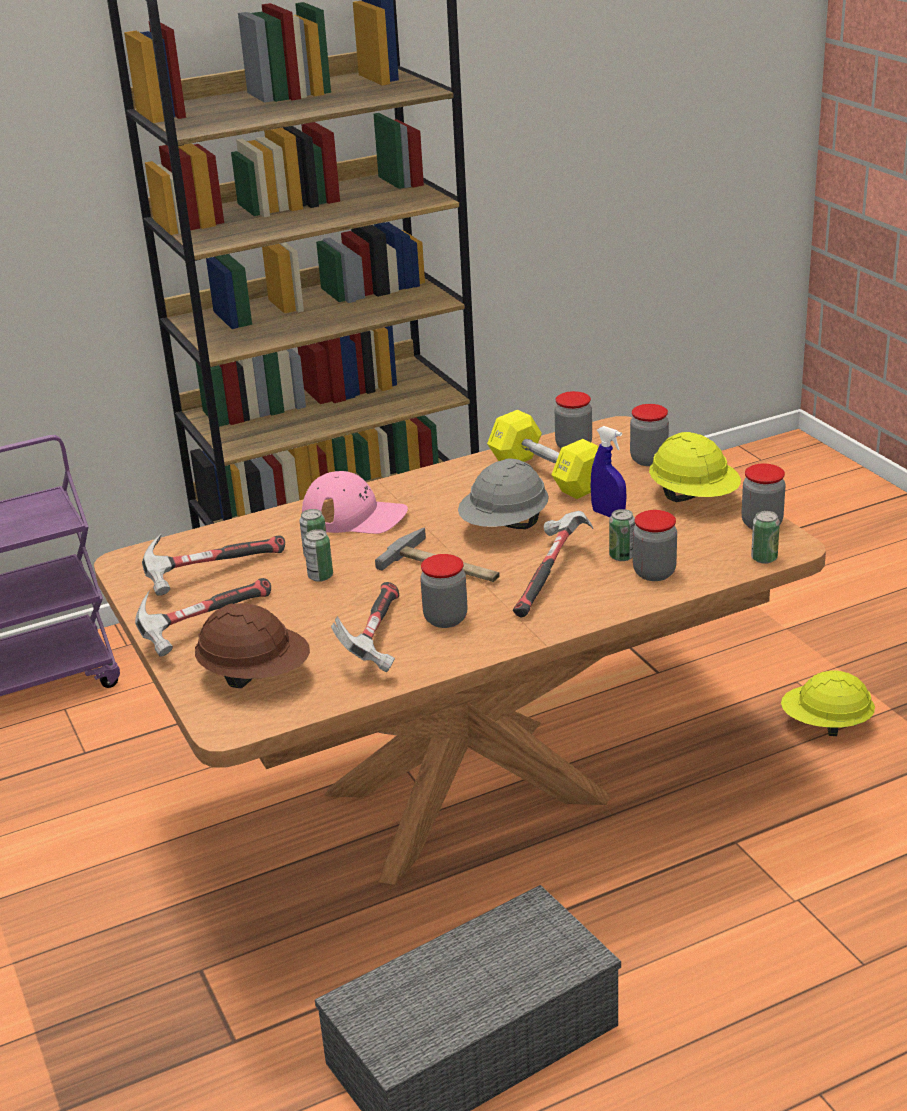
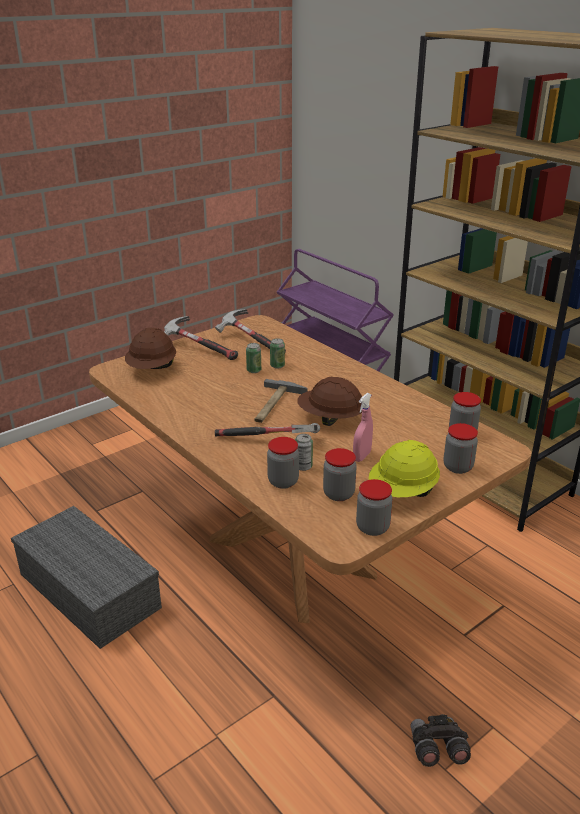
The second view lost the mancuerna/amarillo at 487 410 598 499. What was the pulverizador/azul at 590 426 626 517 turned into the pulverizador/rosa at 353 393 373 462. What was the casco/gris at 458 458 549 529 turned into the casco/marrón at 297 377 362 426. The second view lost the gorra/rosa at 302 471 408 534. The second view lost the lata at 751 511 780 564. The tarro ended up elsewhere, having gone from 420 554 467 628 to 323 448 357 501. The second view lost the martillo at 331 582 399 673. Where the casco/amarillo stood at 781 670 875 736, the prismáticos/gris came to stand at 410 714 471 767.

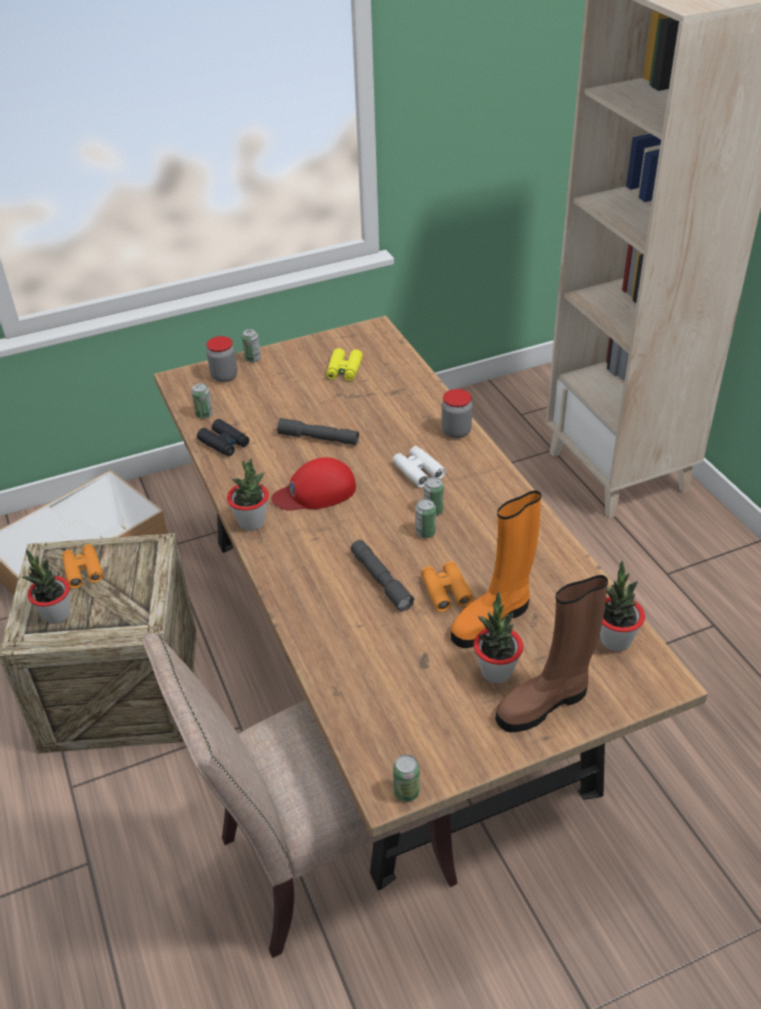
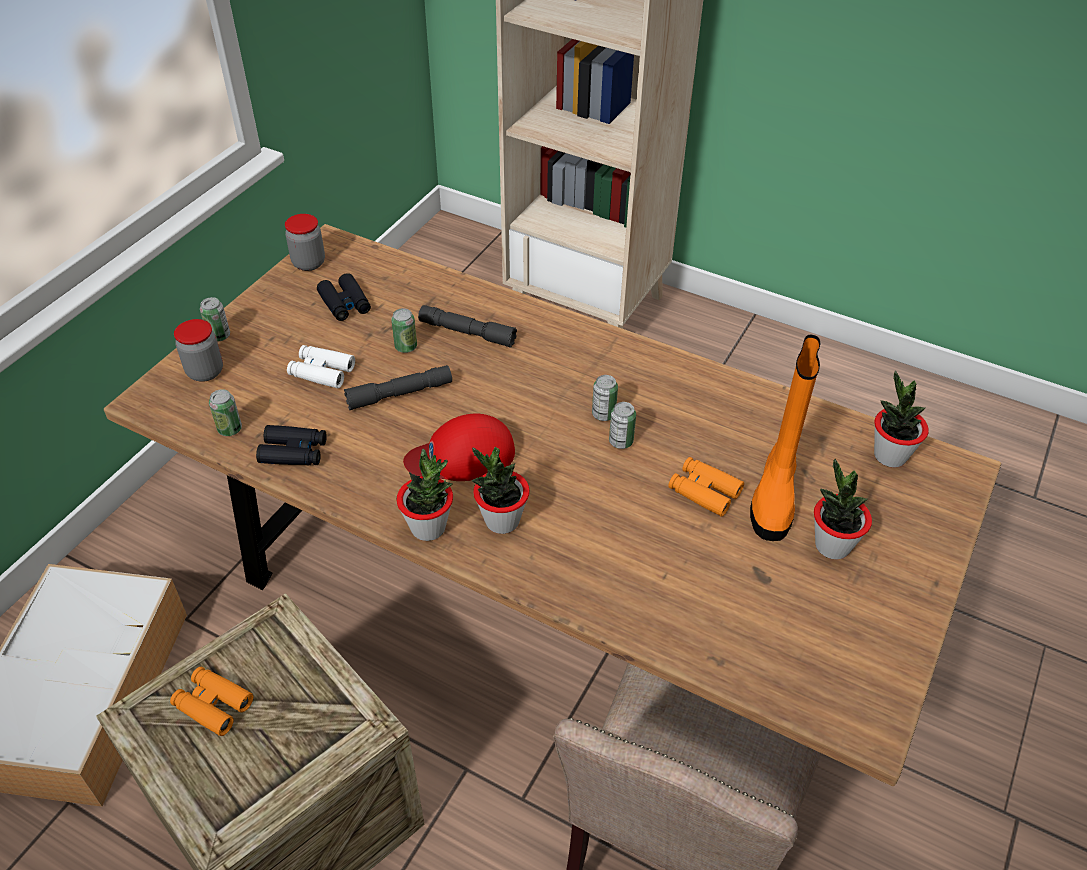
What was the prismáticos/amarillo at 326 348 363 381 turned into the prismáticos/negro at 317 273 371 321. The tarro ended up elsewhere, having gone from 442 389 472 438 to 285 214 325 271. The prismáticos/blanco ended up elsewhere, having gone from 393 446 446 487 to 287 345 355 388. The gorra/rojo at 271 457 356 510 ended up facing another way, 45 degrees clockwise from before. The linterna/gris ended up elsewhere, having gone from 351 540 414 612 to 418 305 517 348. The planta en maceta ended up elsewhere, having gone from 22 549 70 624 to 472 447 530 534. The second view lost the bota/marrón at 496 575 608 732. The lata ended up elsewhere, having gone from 393 755 420 802 to 391 308 417 353.

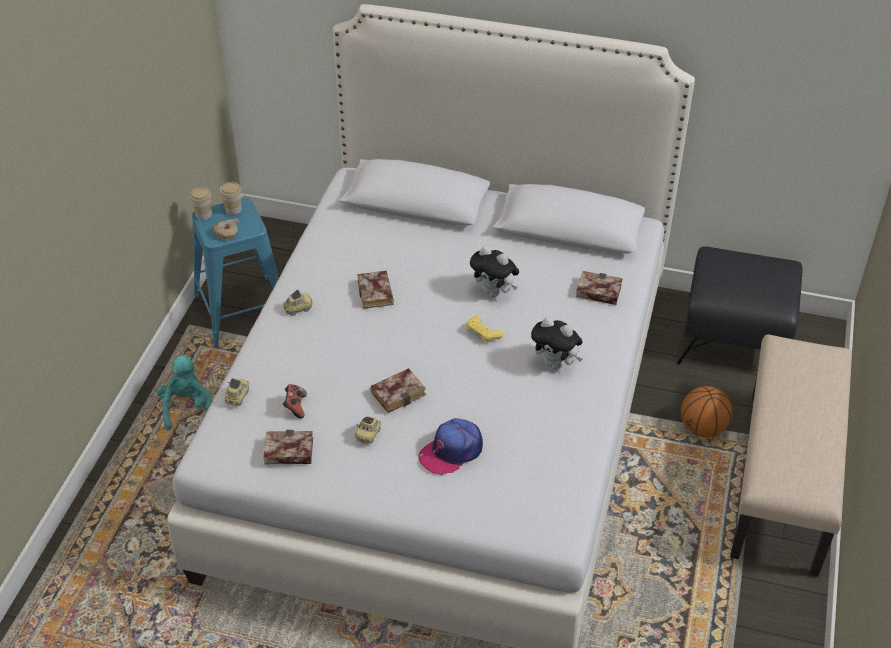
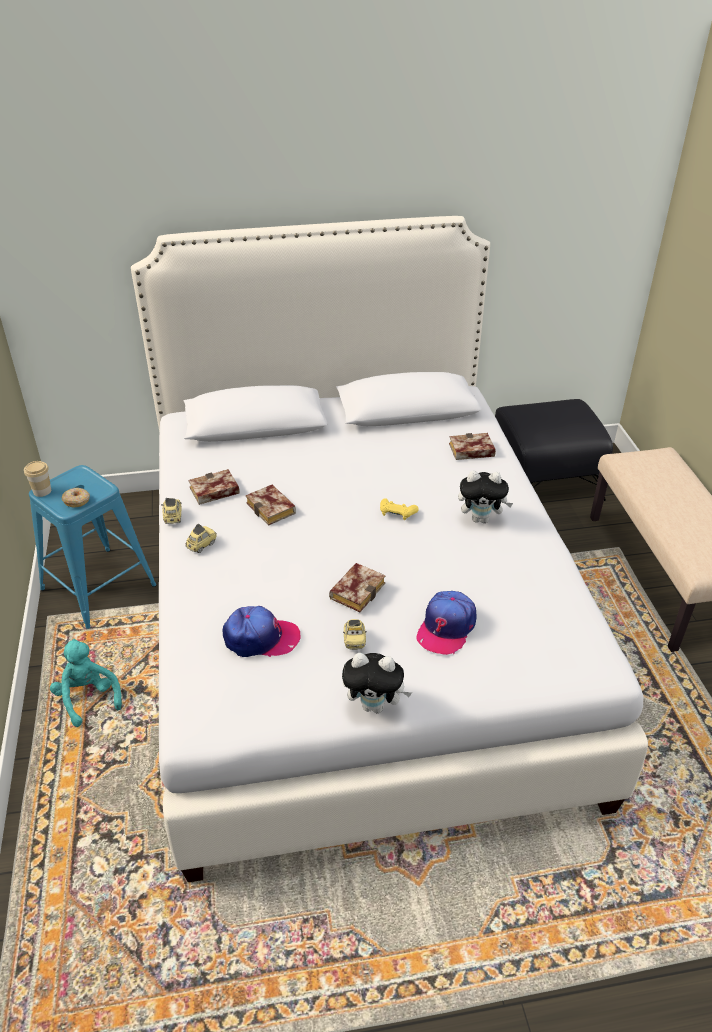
The second view lost the taza at 220 182 242 215. The peluche ended up elsewhere, having gone from 470 246 519 297 to 342 653 412 713. The coche de juguete ended up elsewhere, having gone from 225 378 249 406 to 161 498 182 524. Where the mando de consola stood at 283 384 307 418, the gorra came to stand at 223 606 300 657. The second view lost the balón de baloncesto at 681 386 732 438. The libro ended up elsewhere, having gone from 263 430 313 464 to 189 469 240 505.

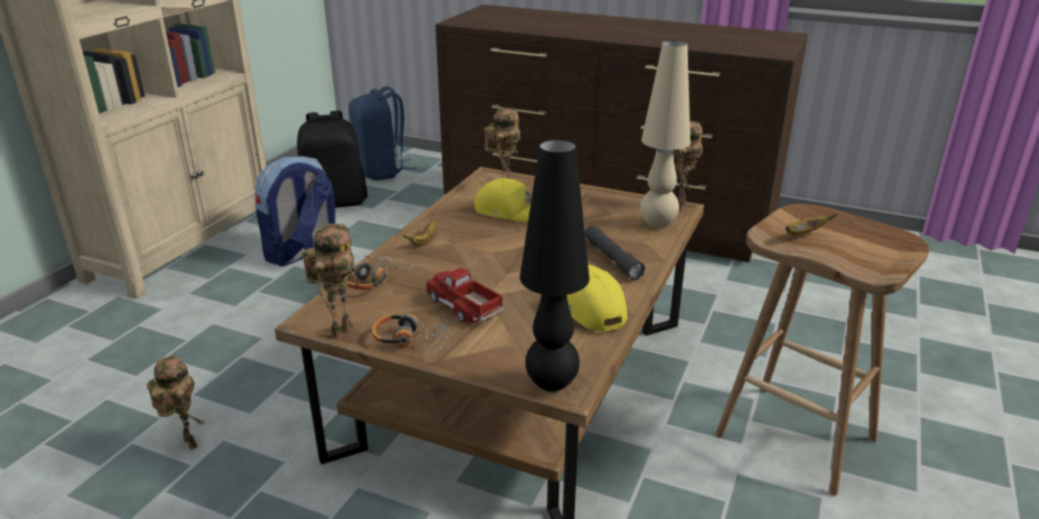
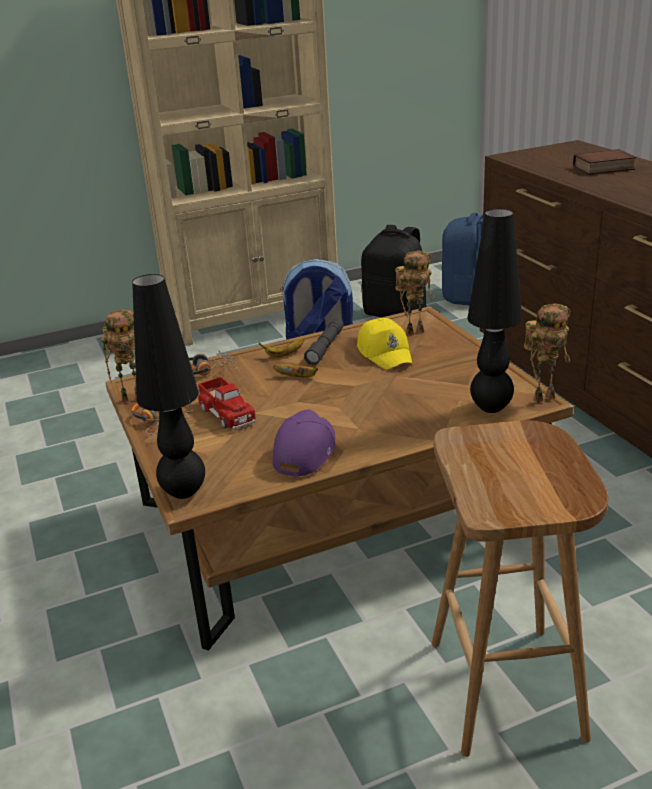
What was the lámpara de mesa/beis at 640 40 691 228 turned into the lámpara de mesa/negro at 467 209 523 413. The plátano ended up elsewhere, having gone from 786 213 837 235 to 273 364 318 377. The linterna/gris ended up elsewhere, having gone from 585 225 645 280 to 304 318 344 365. What was the gorra/amarillo at 567 264 627 332 turned into the gorra/morado at 272 409 335 477. The camión de juguete at 425 268 504 323 ended up facing another way, 150 degrees clockwise from before. The second view lost the robot de juguete at 147 356 204 450. The second view gained the libro at 573 149 636 175.

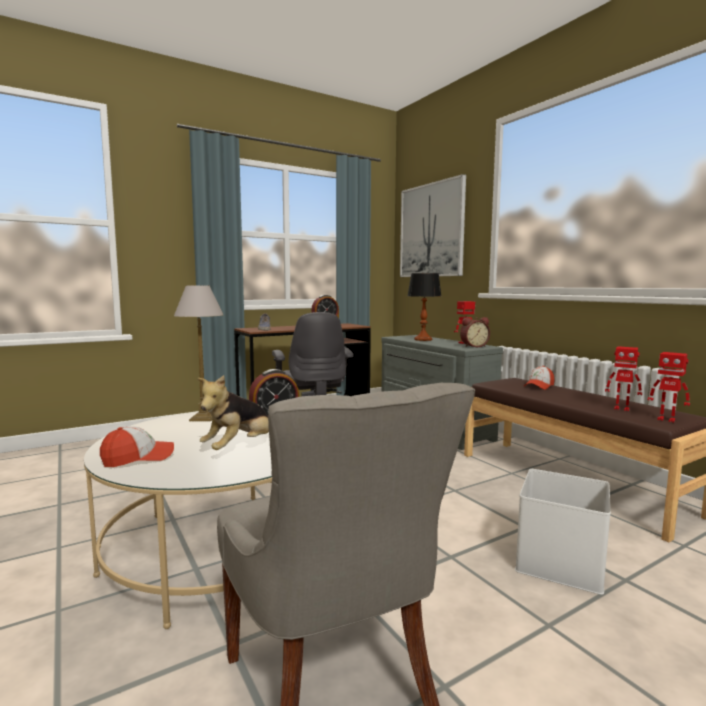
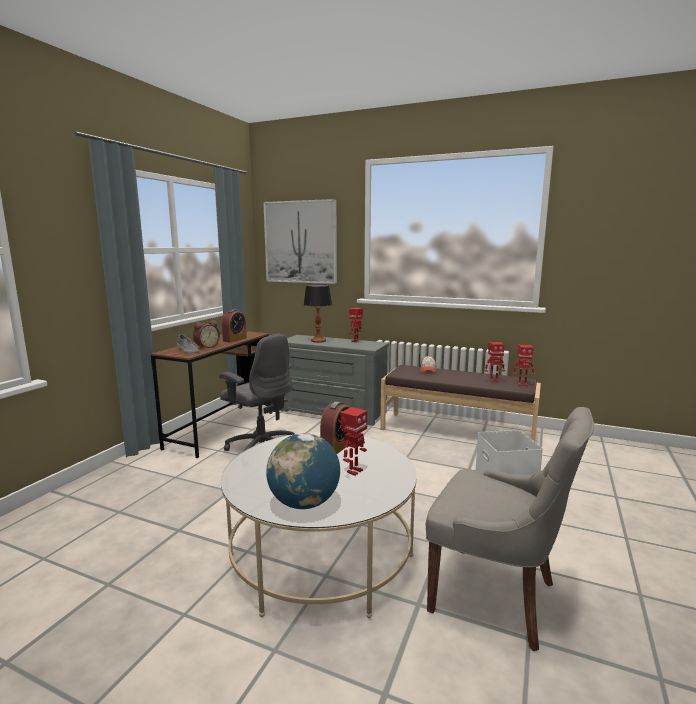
The second view lost the lámpara de mesa at 174 285 223 421. The despertador ended up elsewhere, having gone from 460 317 490 347 to 193 320 220 349. Where the peluche stood at 197 375 269 450, the robot de juguete came to stand at 340 407 367 476. Where the gorra stood at 100 426 174 467, the globo terráqueo came to stand at 266 433 340 509.

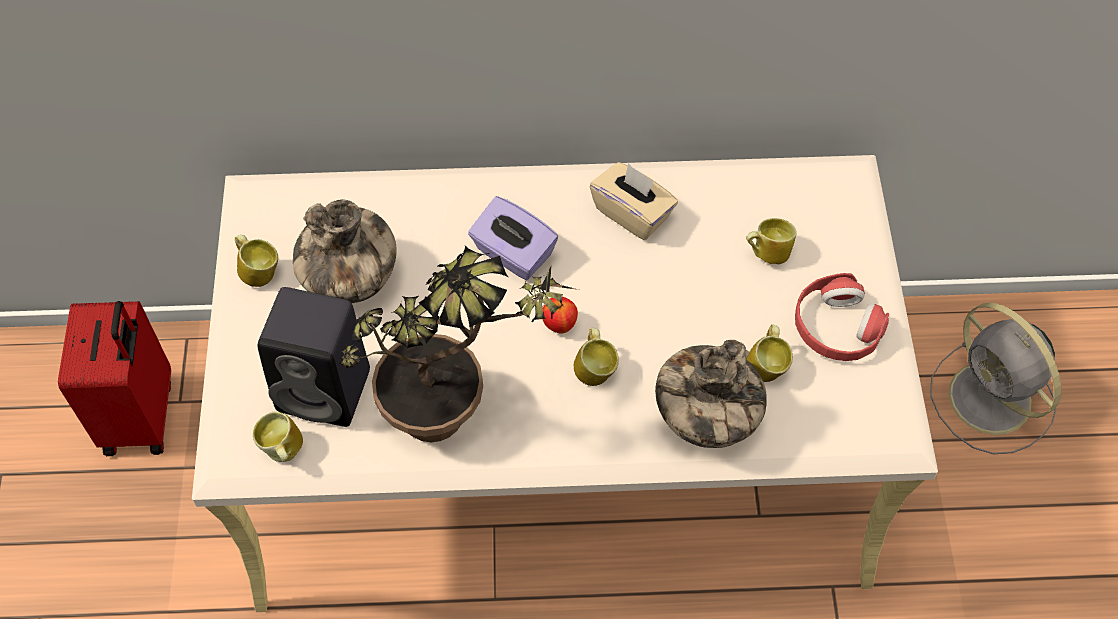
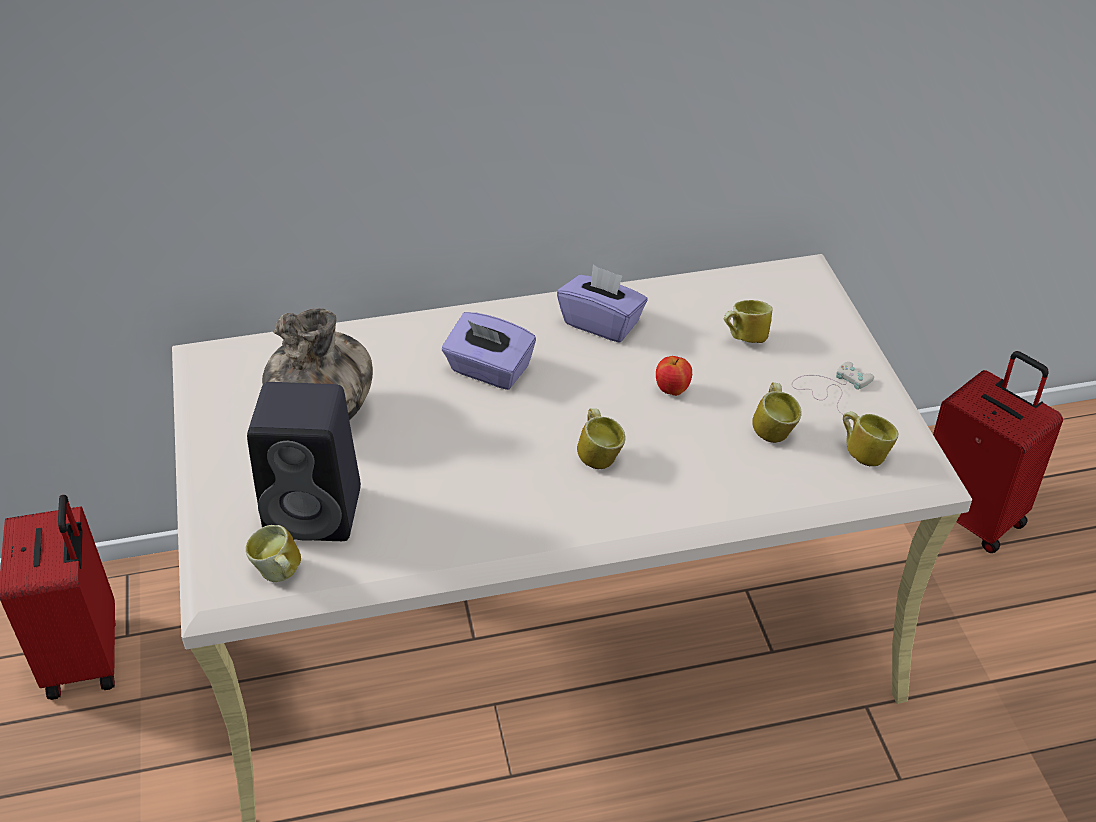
What was the caja de pañuelos/beis at 590 162 678 240 turned into the caja de pañuelos/morado at 557 264 648 343. The taza grande ended up elsewhere, having gone from 235 235 278 287 to 843 411 898 466. The second view lost the planta en maceta at 340 246 579 442. Where the auriculares/rojo stood at 795 273 889 361, the mando de consola/blanco came to stand at 792 362 874 415. The manzana ended up elsewhere, having gone from 542 297 578 334 to 656 356 692 396. Where the ventilador/gris stood at 930 303 1061 454, the maleta/rojo came to stand at 933 351 1063 553. The second view lost the florero at 655 340 767 448.

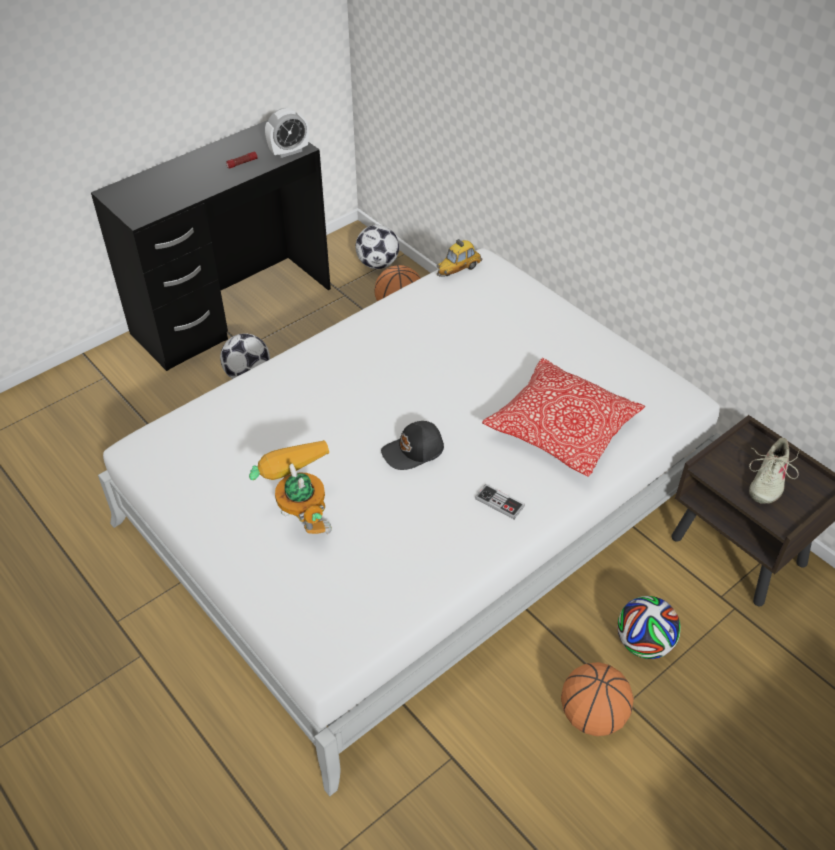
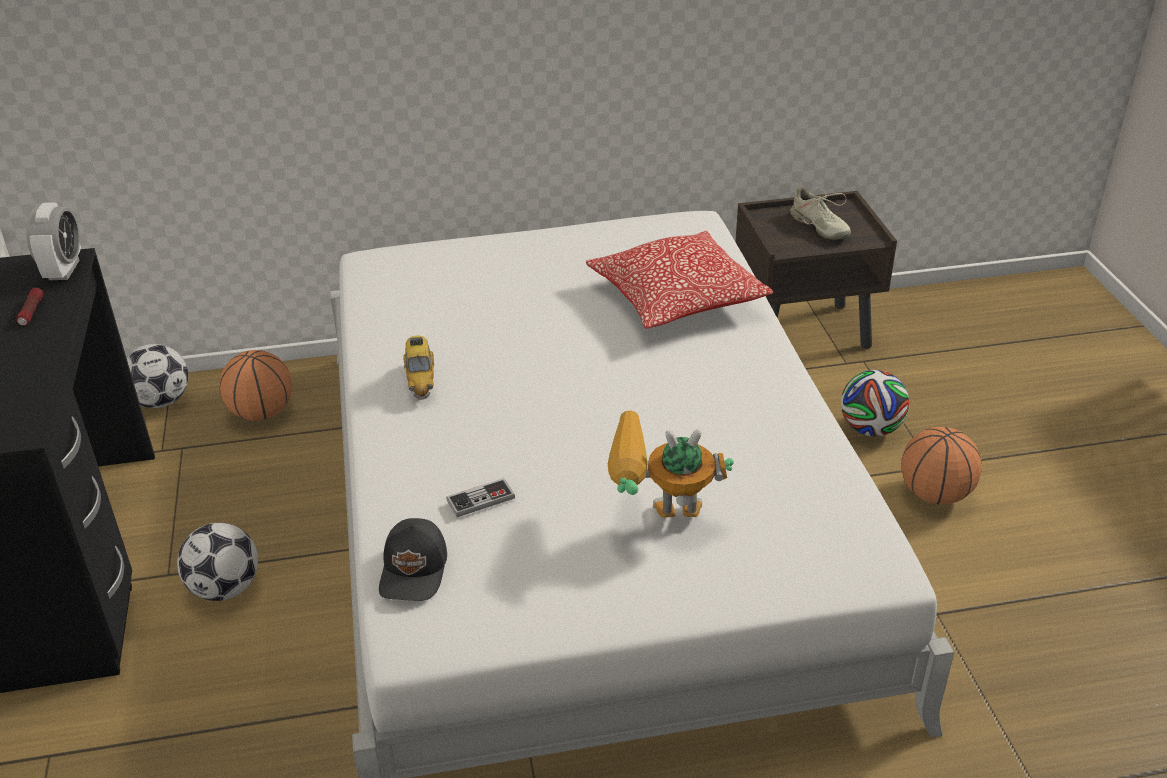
The coche de juguete ended up elsewhere, having gone from 437 239 482 277 to 403 336 434 400. The gorra/negro ended up elsewhere, having gone from 381 421 444 470 to 379 518 447 601. The mando de consola ended up elsewhere, having gone from 475 484 525 519 to 446 478 515 517.

